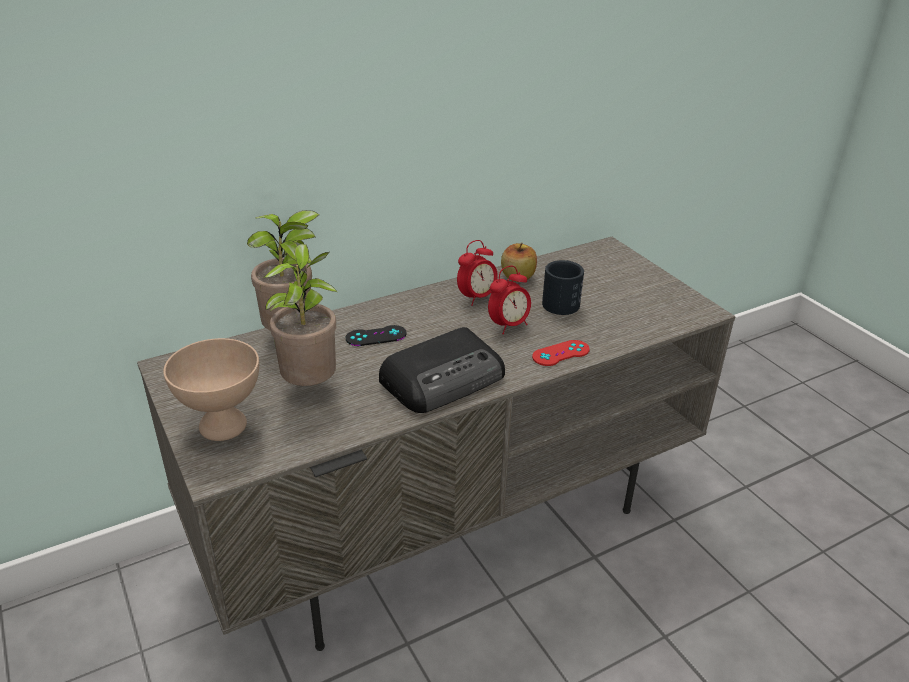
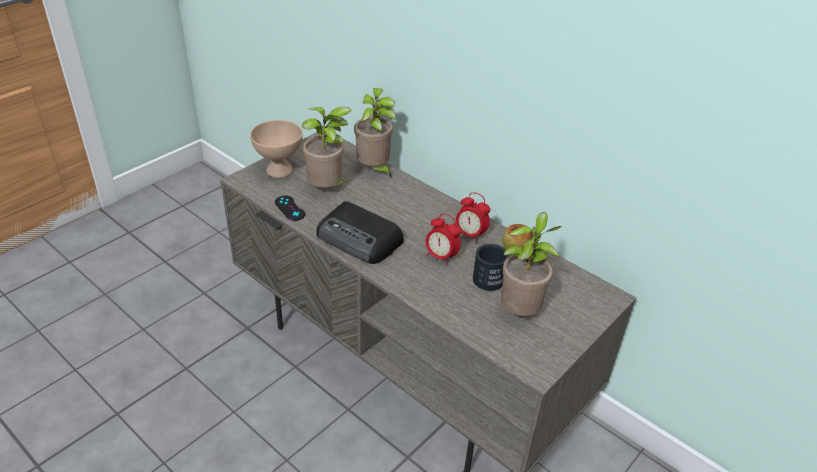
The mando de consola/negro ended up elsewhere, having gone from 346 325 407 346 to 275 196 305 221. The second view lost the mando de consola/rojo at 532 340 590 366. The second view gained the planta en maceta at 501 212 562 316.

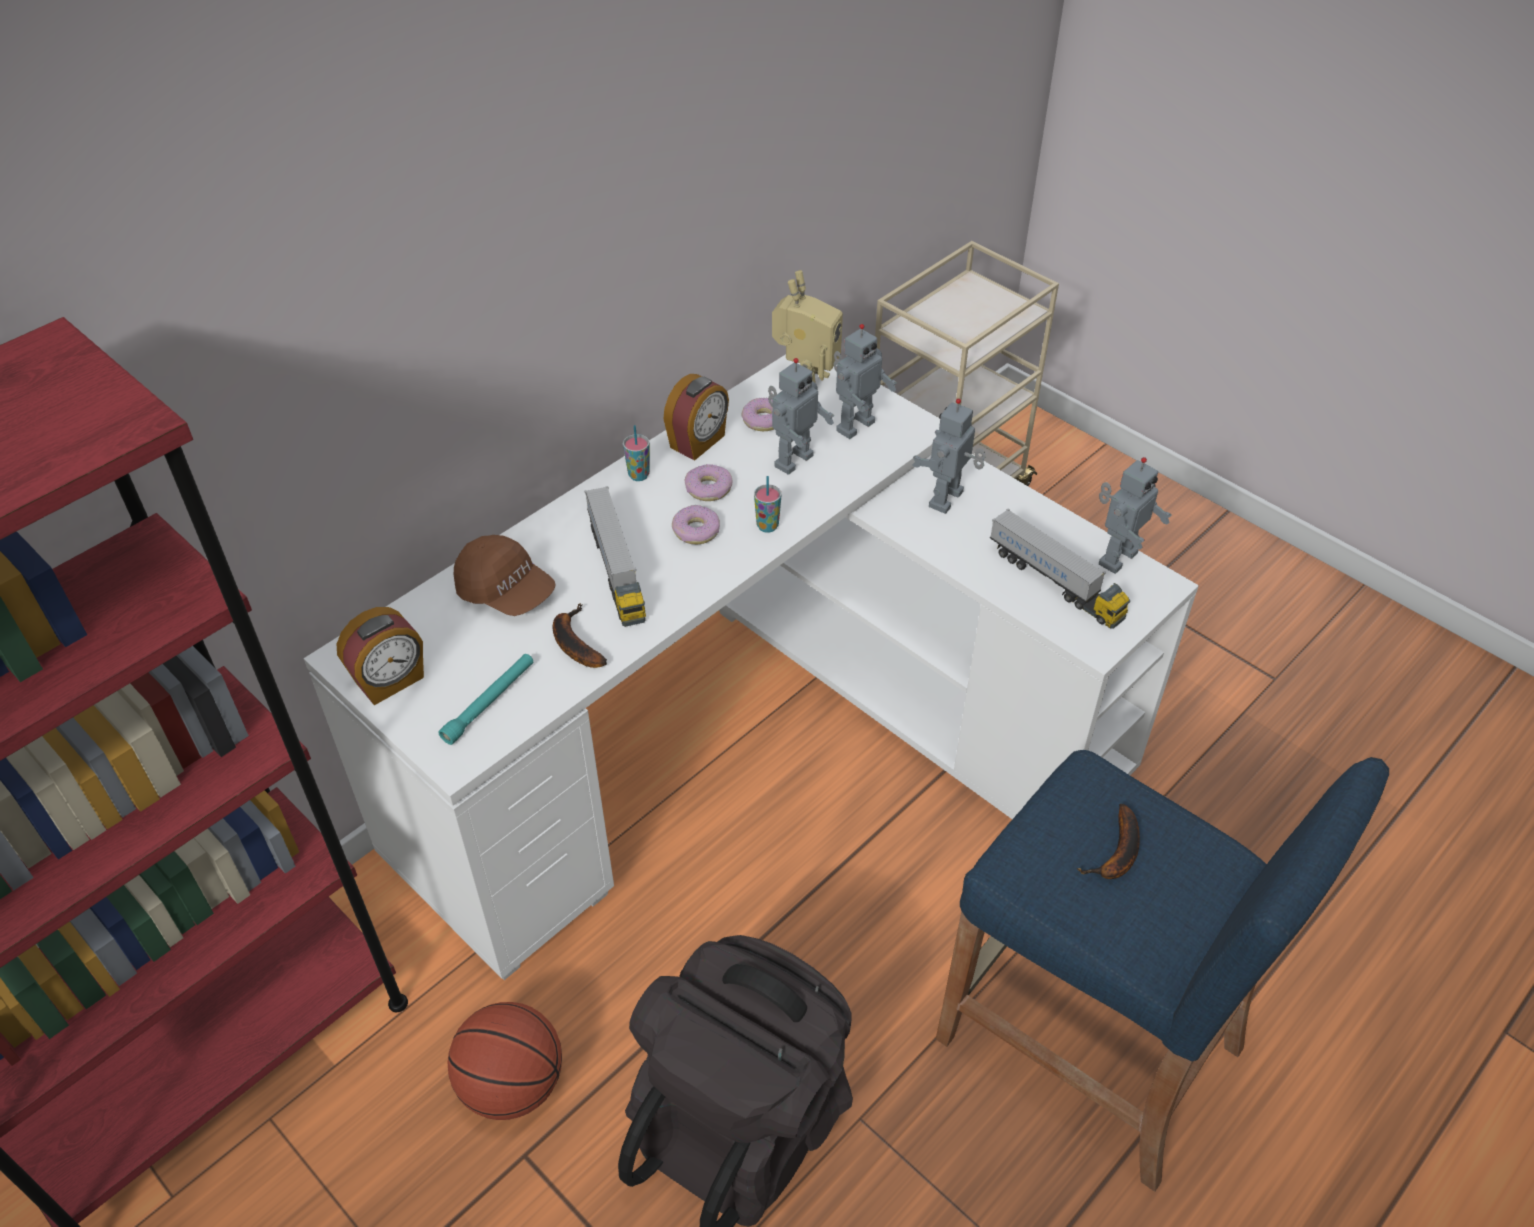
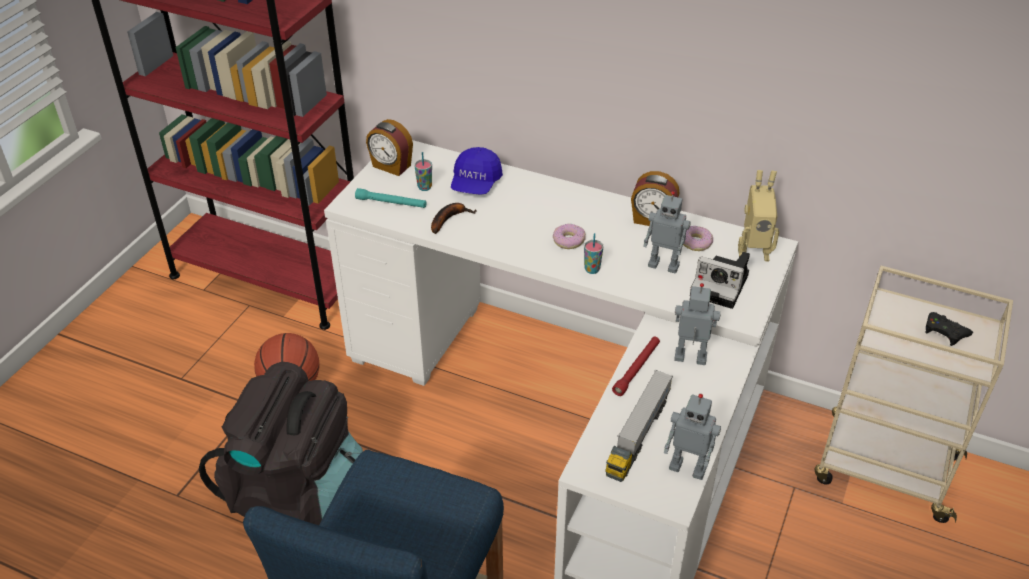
Where the robot de juguete stood at 833 324 897 439, the cámara came to stand at 690 252 750 309. The taza ended up elsewhere, having gone from 623 425 650 481 to 414 152 432 191. The second view lost the rosquilla at 684 464 733 501. The second view lost the camión de juguete at 584 486 646 627. What was the gorra/marrón at 454 535 556 616 turned into the gorra/azul at 451 147 503 195. The second view lost the plátano at 1077 804 1140 879. The second view gained the mando de consola/negro at 925 312 973 346. The second view gained the linterna/rojo at 612 337 660 396.

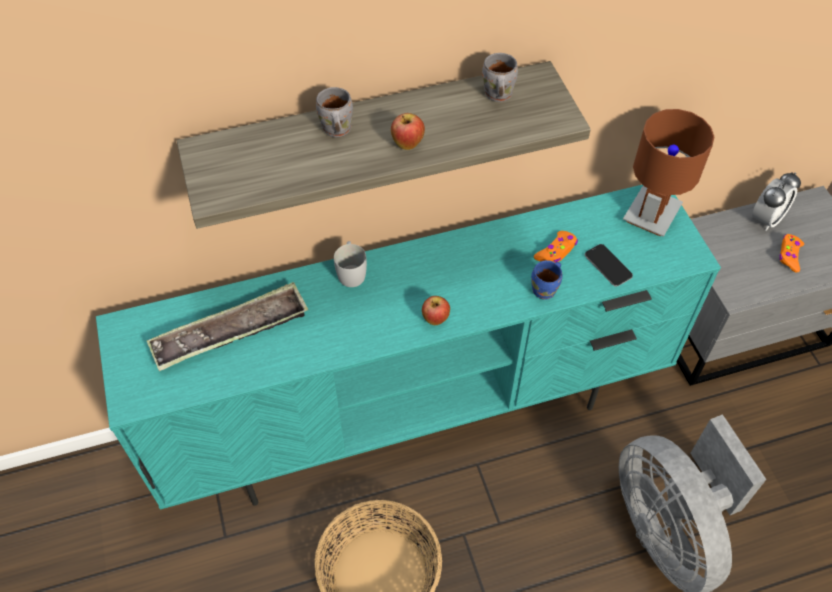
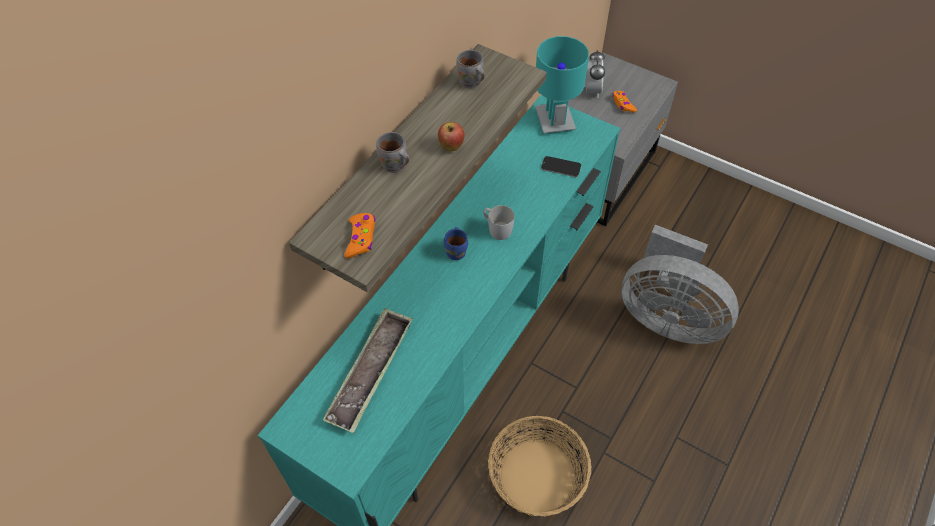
What was the lámpara de mesa/marrón at 623 109 714 237 turned into the lámpara de mesa/turquesa at 535 36 589 134. The mando de consola/naranja ended up elsewhere, having gone from 534 231 578 263 to 344 213 376 258. The taza grande/blanco ended up elsewhere, having gone from 334 241 367 287 to 483 205 514 240. The taza grande/azul ended up elsewhere, having gone from 531 260 562 300 to 444 227 468 260. The second view lost the manzana at 422 296 450 325.

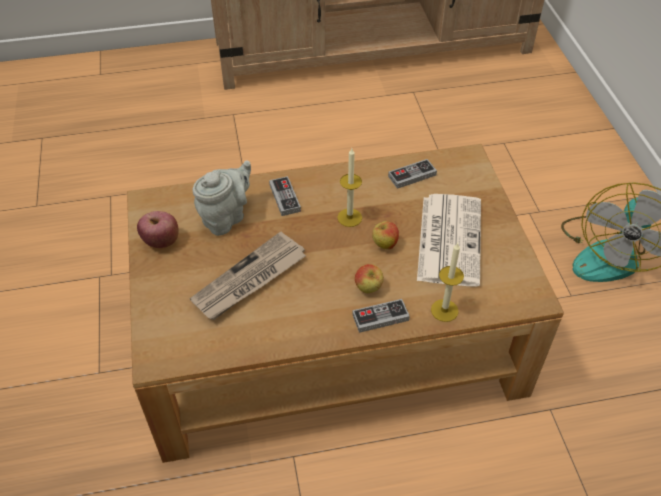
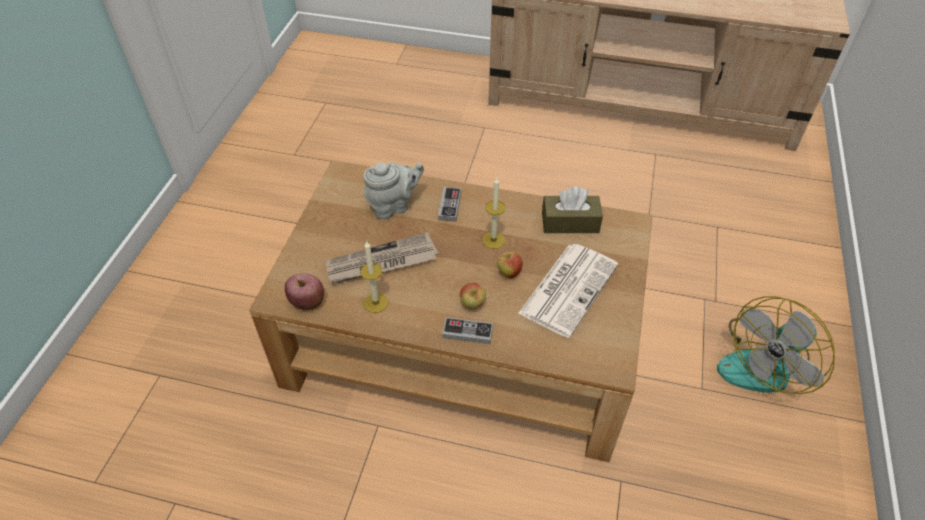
Where the mando de consola stood at 388 159 437 189, the caja de pañuelos/marrón came to stand at 542 187 603 233. The manzana ended up elsewhere, having gone from 137 211 179 248 to 285 273 324 310. The vela ended up elsewhere, having gone from 431 243 464 322 to 360 242 388 313.

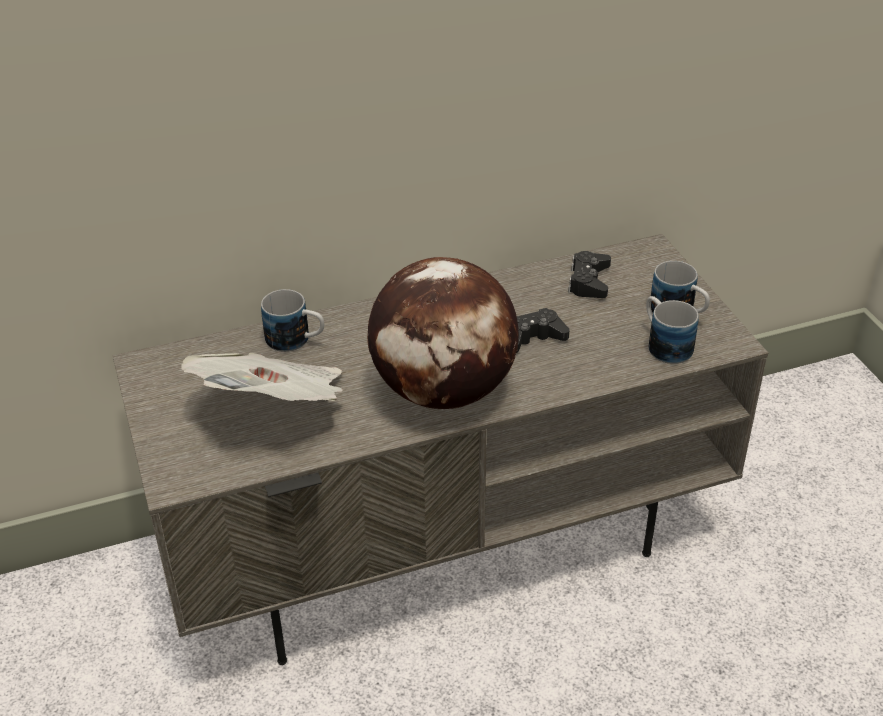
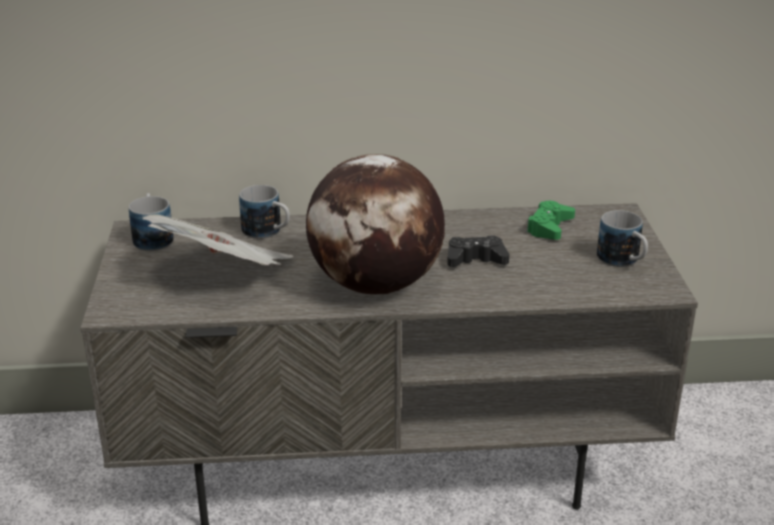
What was the mando de consola/negro at 568 251 611 298 turned into the mando de consola/verde at 526 201 575 240. The taza grande ended up elsewhere, having gone from 646 296 699 364 to 129 193 174 251.

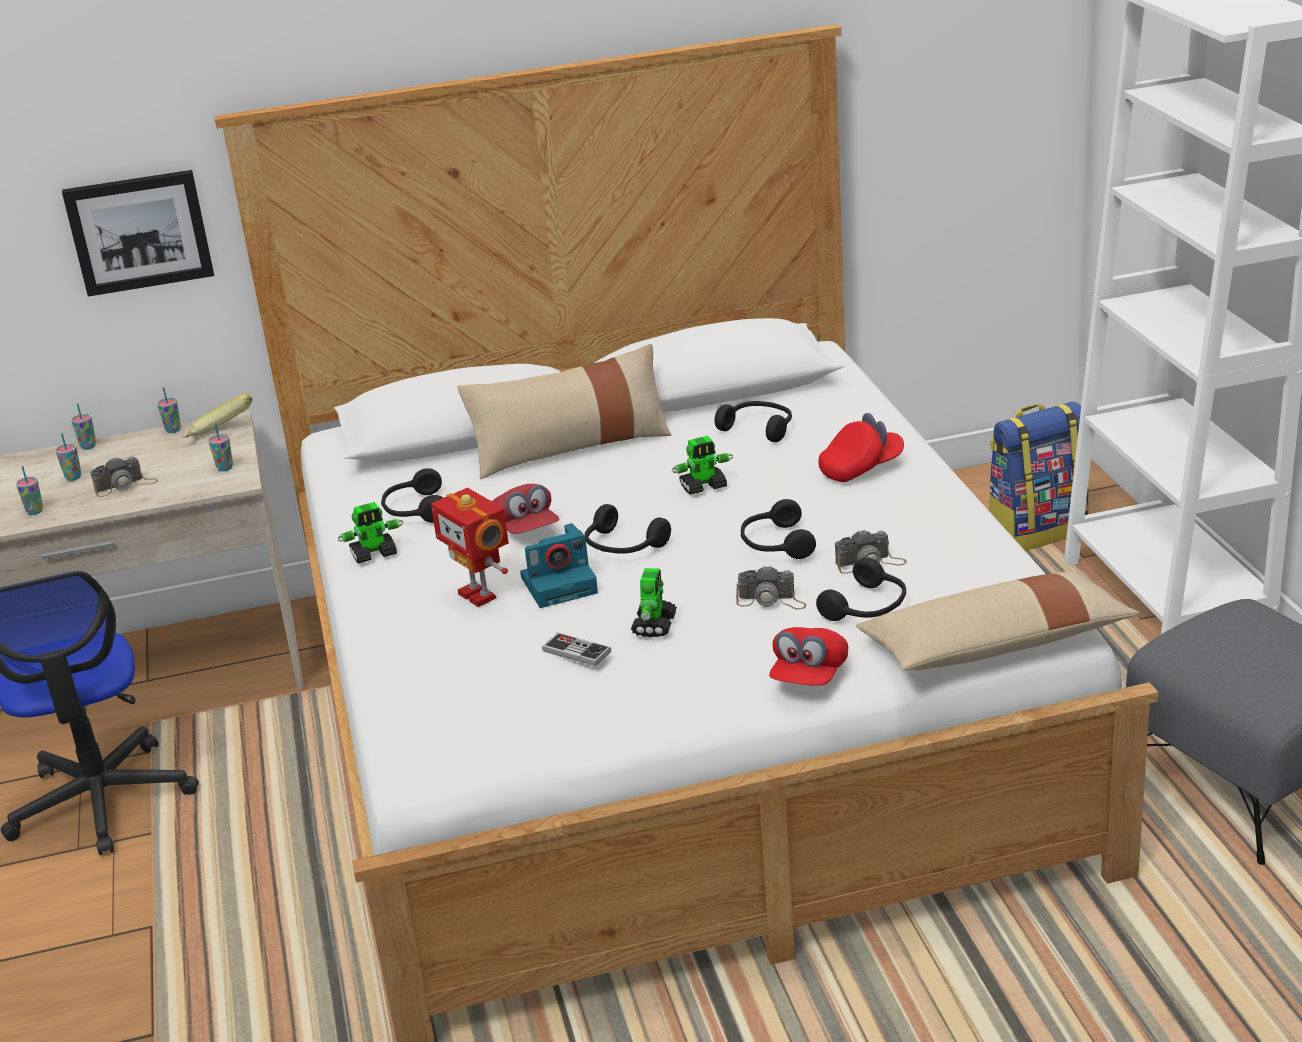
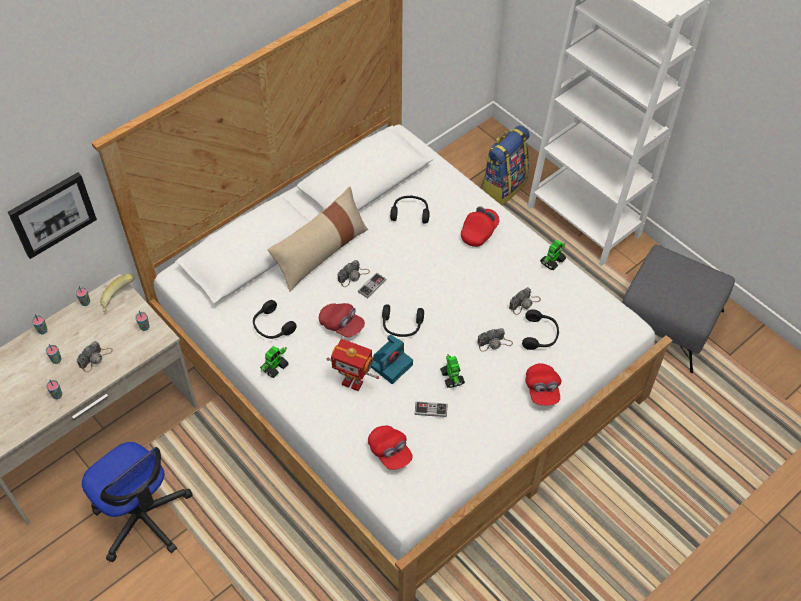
The robot de juguete ended up elsewhere, having gone from 672 436 733 495 to 540 240 566 270. The second view lost the auriculares/negro at 741 499 816 559. The second view lost the cojín/beis at 856 572 1140 671. The second view gained the cámara at 338 260 370 287. The second view gained the mando de consola at 358 272 386 298. The second view gained the gorra/rojo at 368 426 413 470.

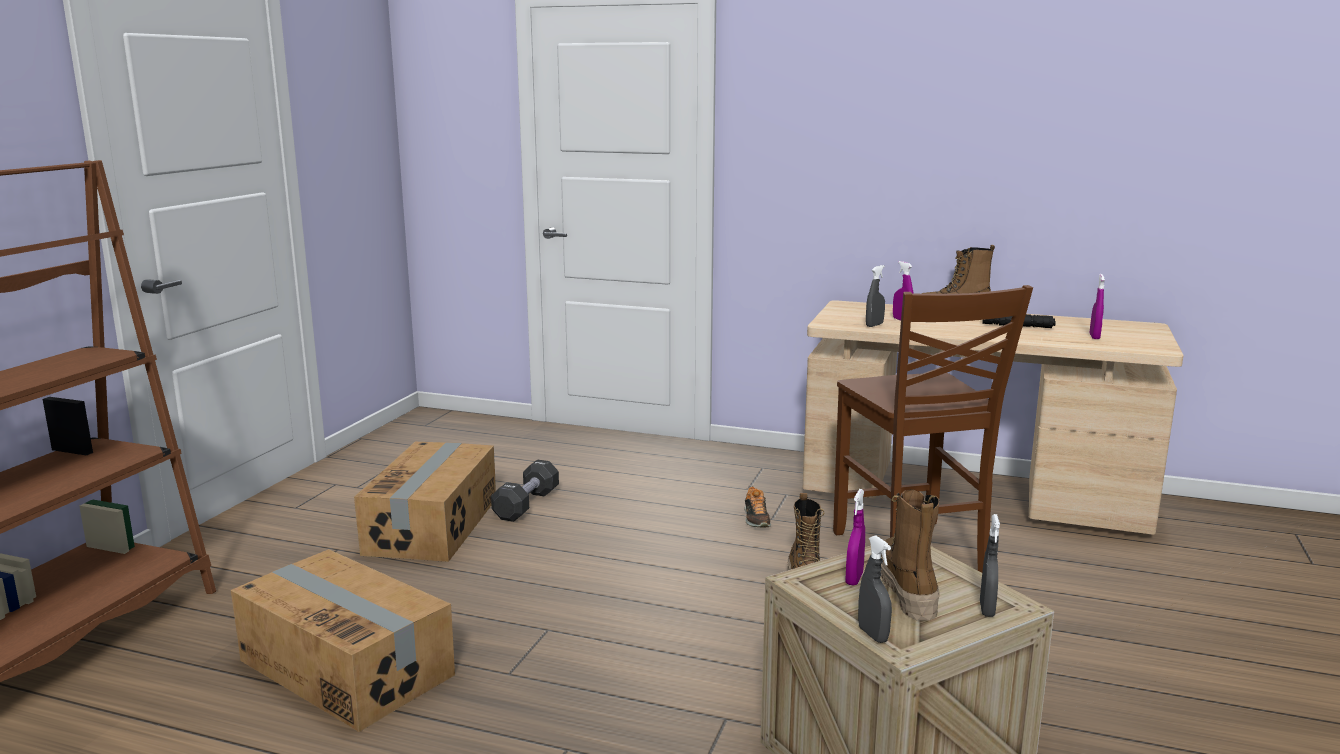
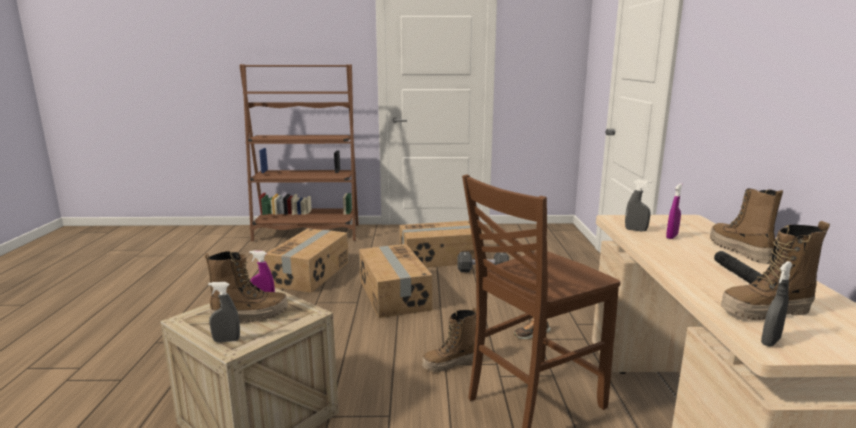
Where the pulverizador/morado stood at 1090 274 1105 339, the bota came to stand at 721 221 830 320. The pulverizador/gris ended up elsewhere, having gone from 858 536 892 643 to 761 261 793 347. The second view gained the caja de cartón at 359 244 433 318.

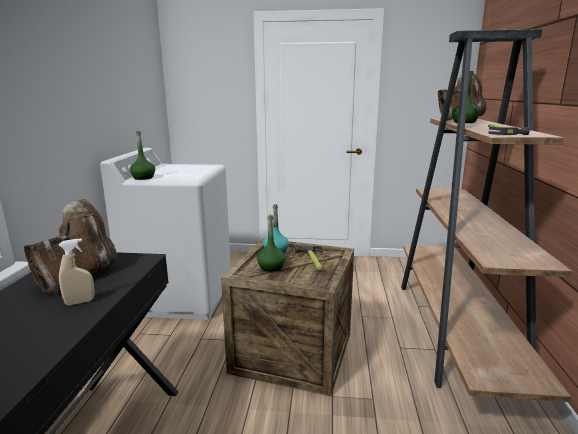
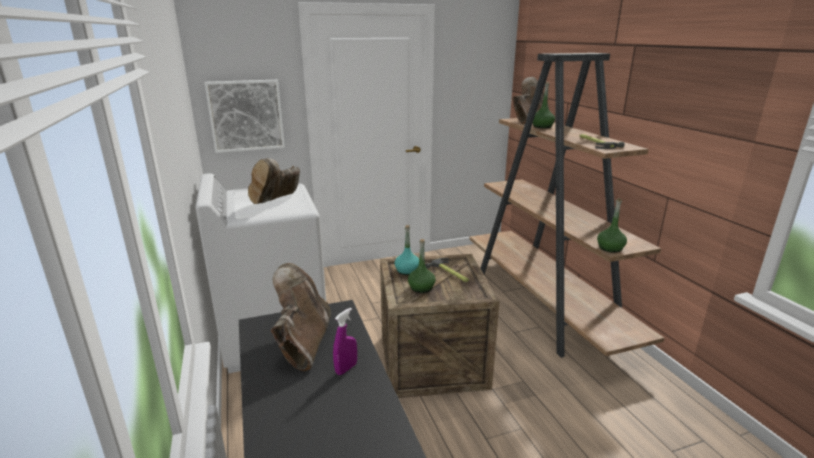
The botella/verde ended up elsewhere, having gone from 130 131 155 180 to 597 198 627 253. What was the pulverizador/beis at 59 238 95 306 turned into the pulverizador/morado at 333 308 357 375. The second view gained the cuadro at 204 80 285 153. The second view gained the bota/marrón at 248 158 300 204.

